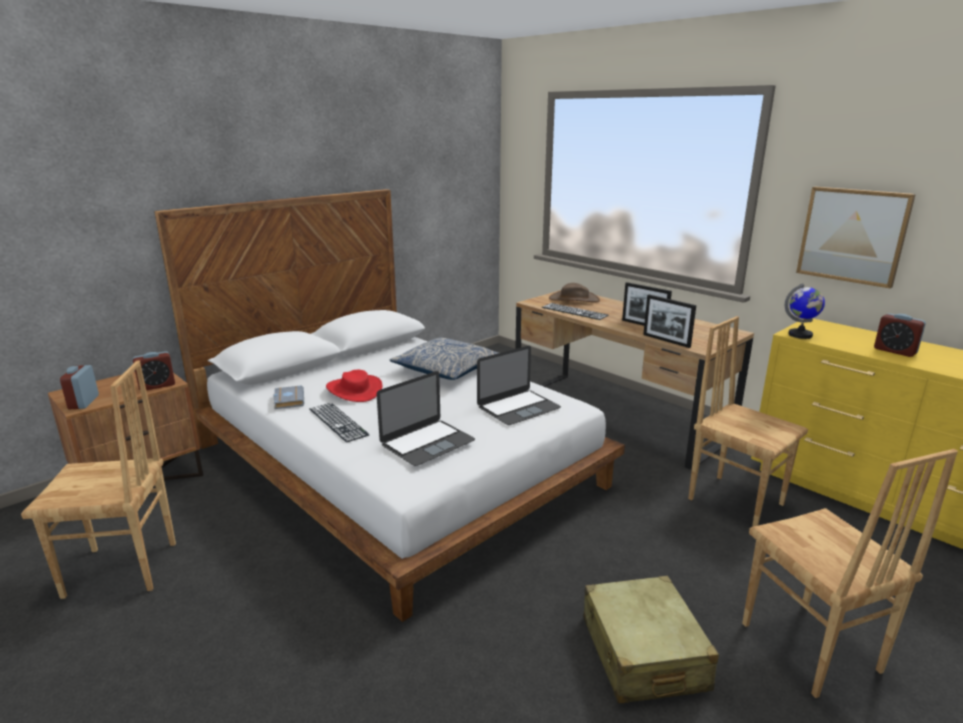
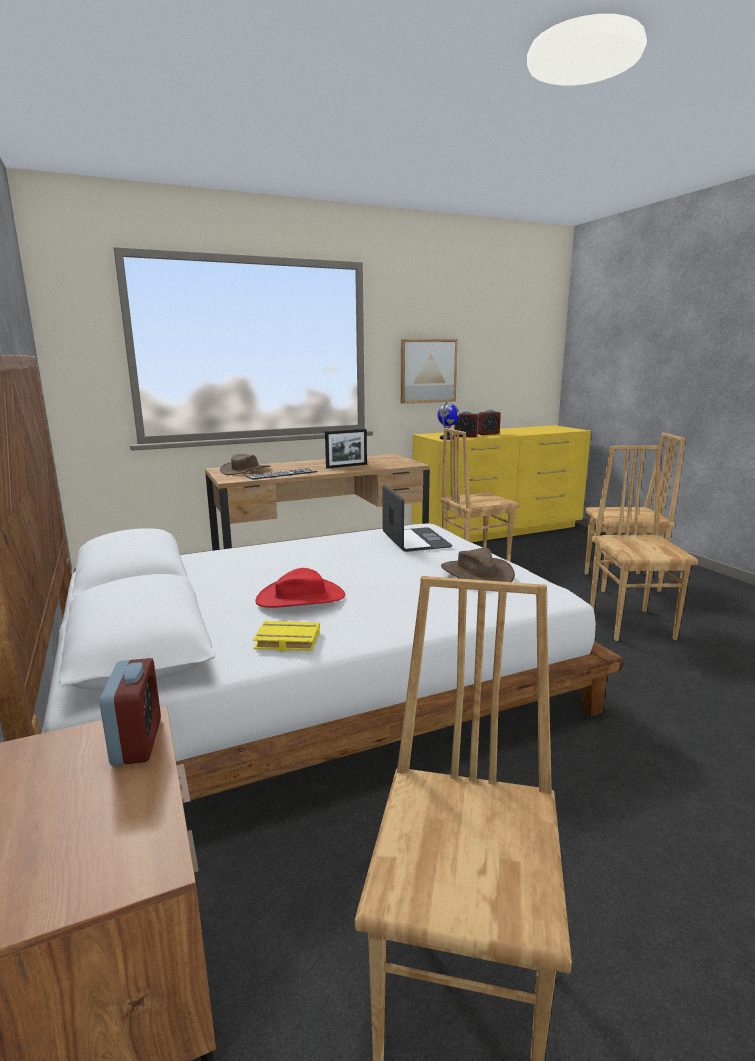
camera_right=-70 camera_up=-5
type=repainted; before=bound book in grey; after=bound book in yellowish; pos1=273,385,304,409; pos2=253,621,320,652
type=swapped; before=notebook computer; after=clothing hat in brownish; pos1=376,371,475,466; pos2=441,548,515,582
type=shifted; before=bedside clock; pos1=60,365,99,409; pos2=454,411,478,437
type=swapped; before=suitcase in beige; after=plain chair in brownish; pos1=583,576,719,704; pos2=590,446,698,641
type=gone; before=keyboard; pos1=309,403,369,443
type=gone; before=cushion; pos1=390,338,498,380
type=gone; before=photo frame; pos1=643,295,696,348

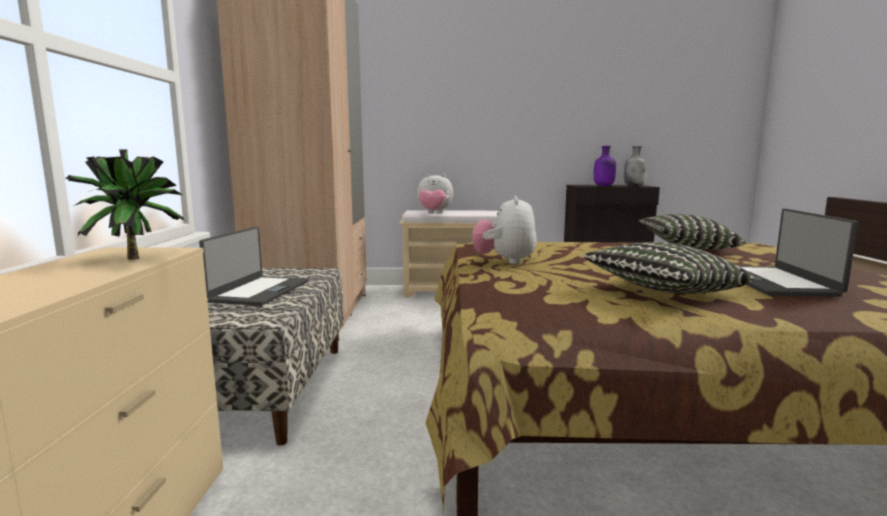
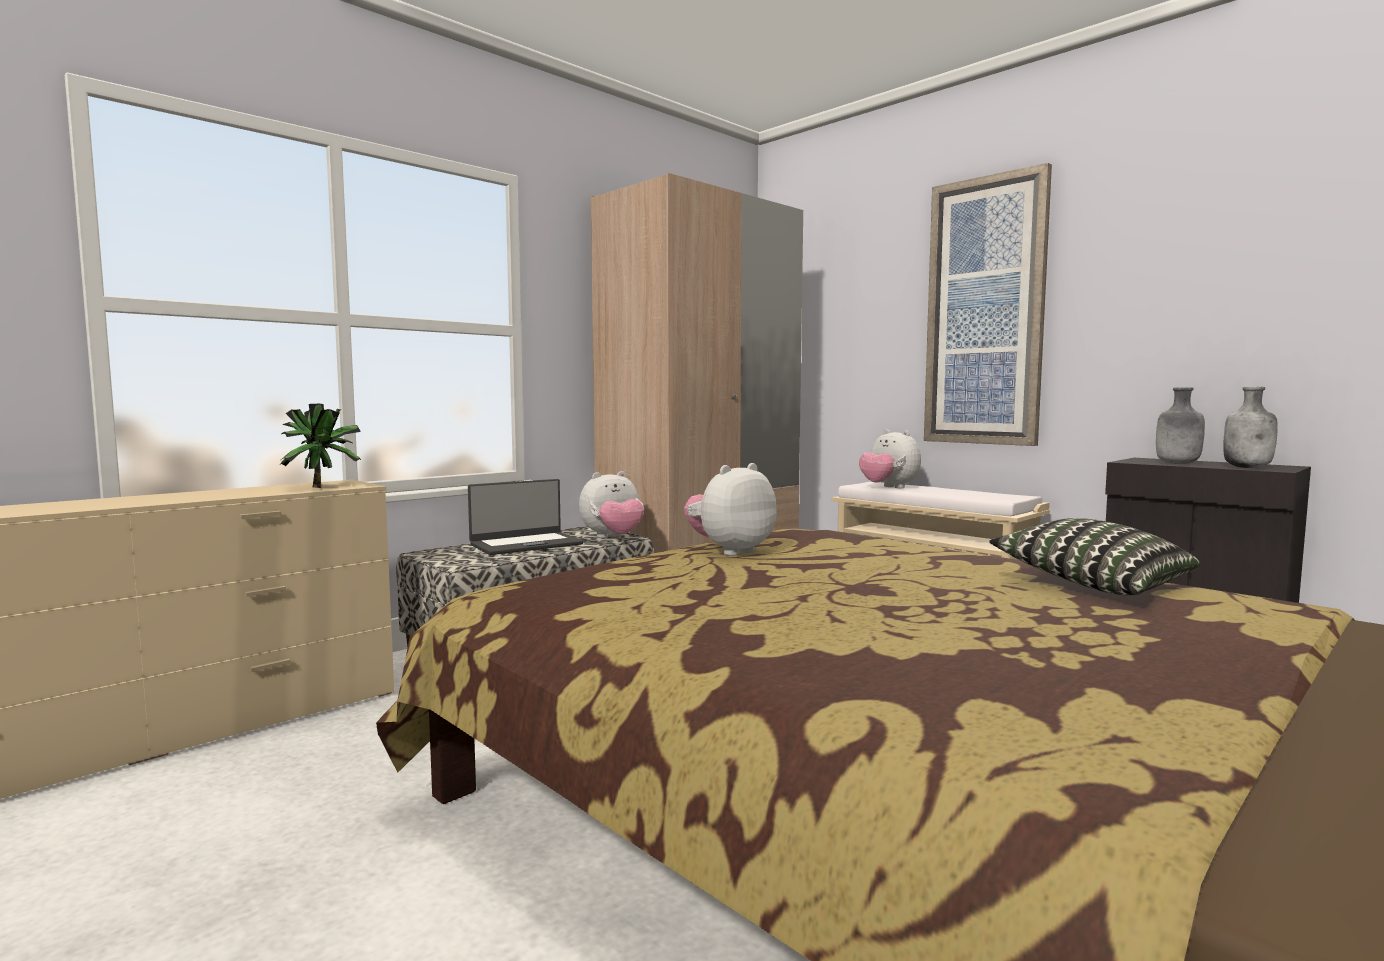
camera_right=45 camera_up=-5
type=new; after=cuddly toy; pos2=579,471,644,538
type=new; after=wall picture; pos2=924,163,1052,446
type=repainted; before=bottle in purplish; after=bottle in grey; pos1=594,146,616,186; pos2=1156,387,1205,464
type=gone; before=cushion; pos1=583,242,755,294
type=gone; before=notebook computer; pos1=739,208,858,297

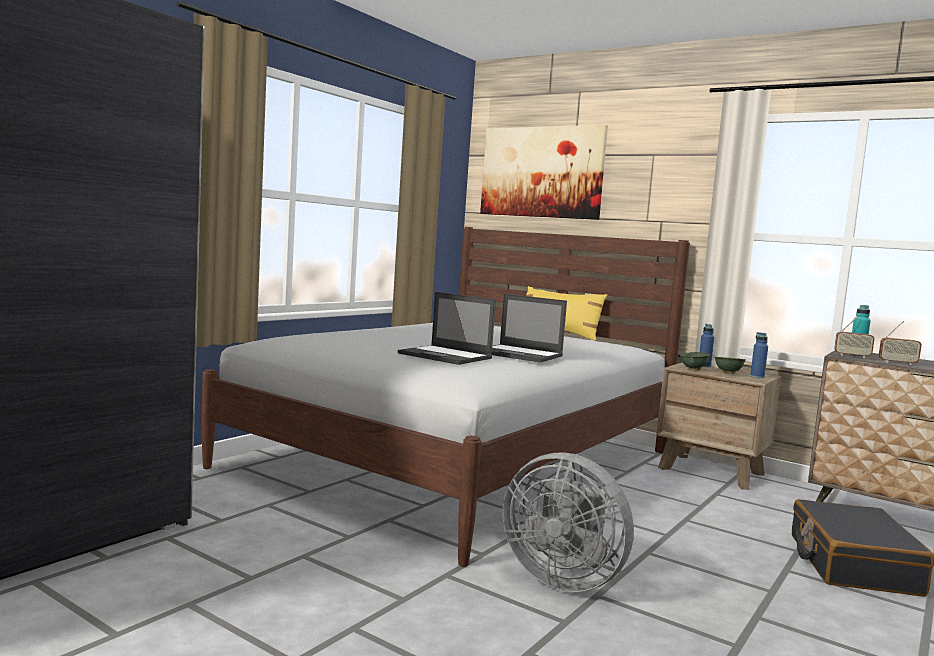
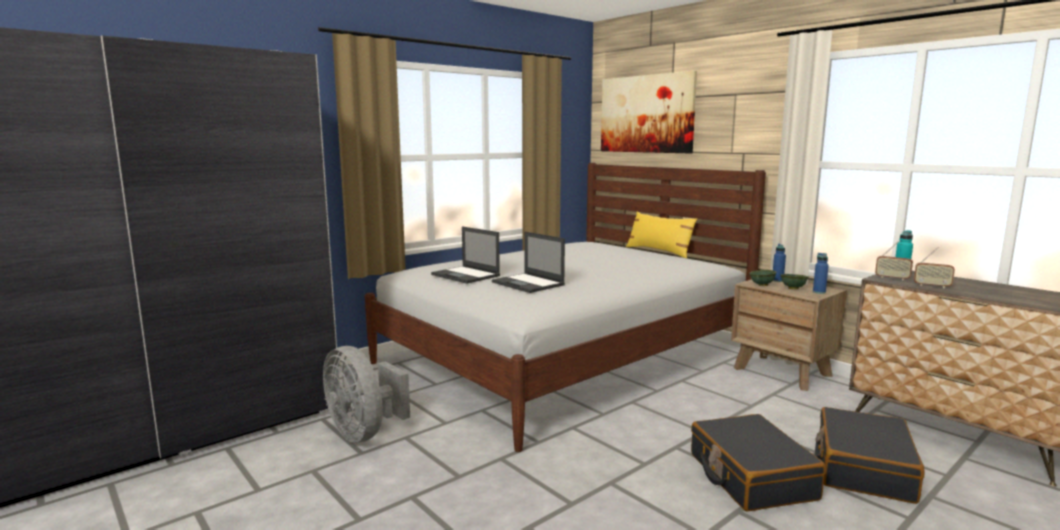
camera_right=15 camera_up=5
type=shifted; before=fan in grey; pos1=503,452,634,592; pos2=323,346,410,443
type=shifted; before=notebook computer; pos1=492,294,567,363; pos2=431,227,500,284
type=new; after=suitcase in blackish; pos2=691,414,826,511

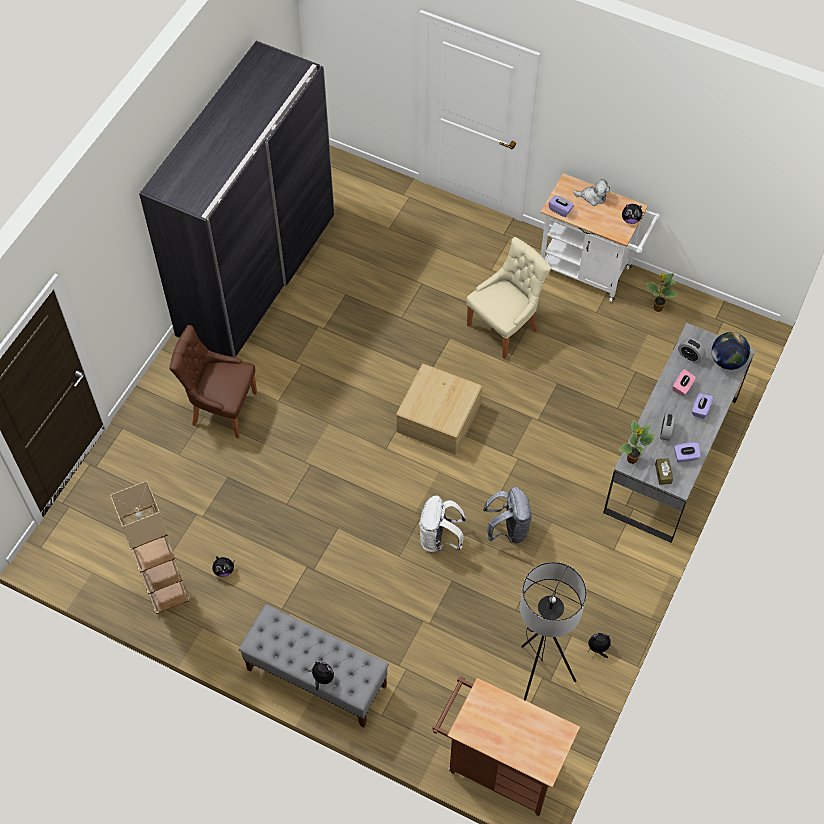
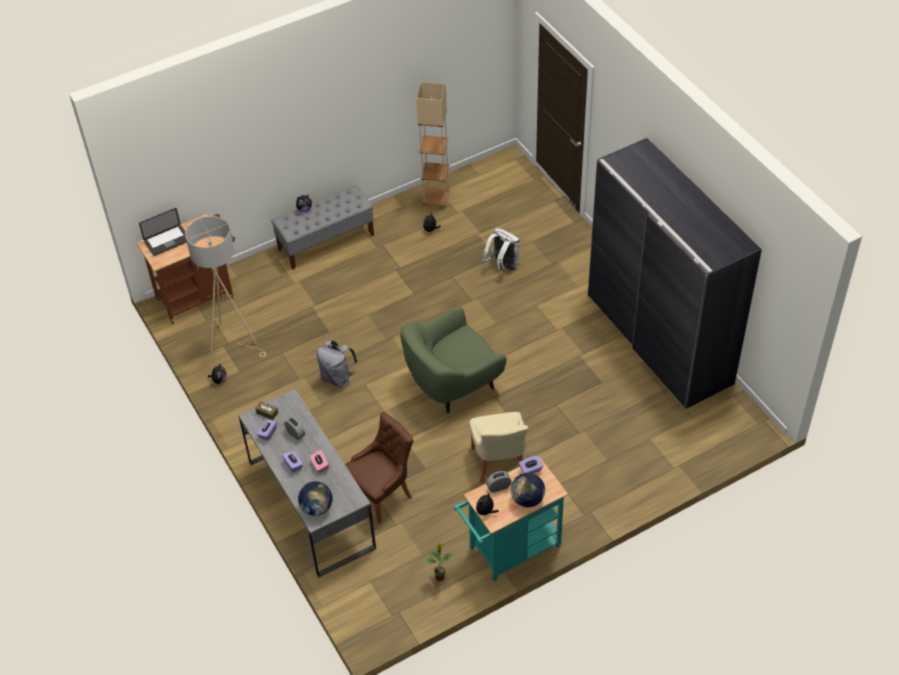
camera_right=125 camera_up=-10
type=new; after=notebook computer; pos2=139,208,187,256
type=repainted; before=standard lamp in blackish; after=standard lamp in beige; pos1=520,562,587,701; pos2=185,216,266,358
type=shifted; before=plain chair in brownish; pos1=169,325,257,439; pos2=345,412,413,523
type=swapped; before=storage bin in beige; after=easy chair in green; pos1=396,364,482,454; pos2=400,307,507,413
type=repainted; before=cart in whitish; after=cart in turquoise; pos1=541,173,660,302; pos2=454,457,568,582
type=shifted; before=rucksack in whitish; pos1=419,495,466,553; pos2=482,228,520,274
type=shifted; before=bedside clock; pos1=678,338,706,364; pos2=486,471,512,493
type=swapped; before=cuddly toy; after=globe; pos1=573,179,610,206; pos2=511,473,545,507
type=gone; before=potted plant; pos1=618,420,656,464

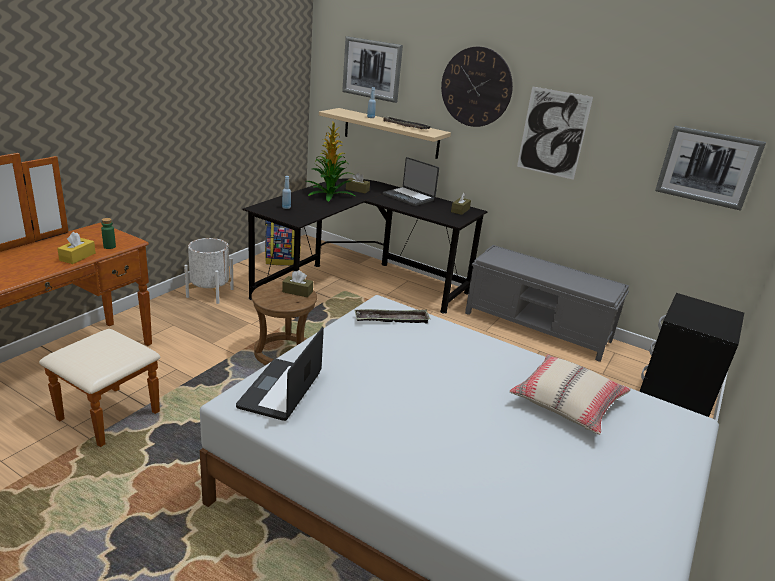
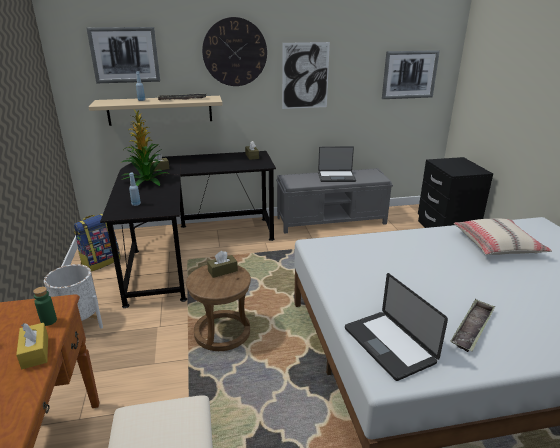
camera_right=-40 camera_up=0
type=shifted; before=notebook computer; pos1=383,157,439,206; pos2=318,146,356,182
type=shifted; before=carrying tray; pos1=354,309,430,324; pos2=451,299,495,352

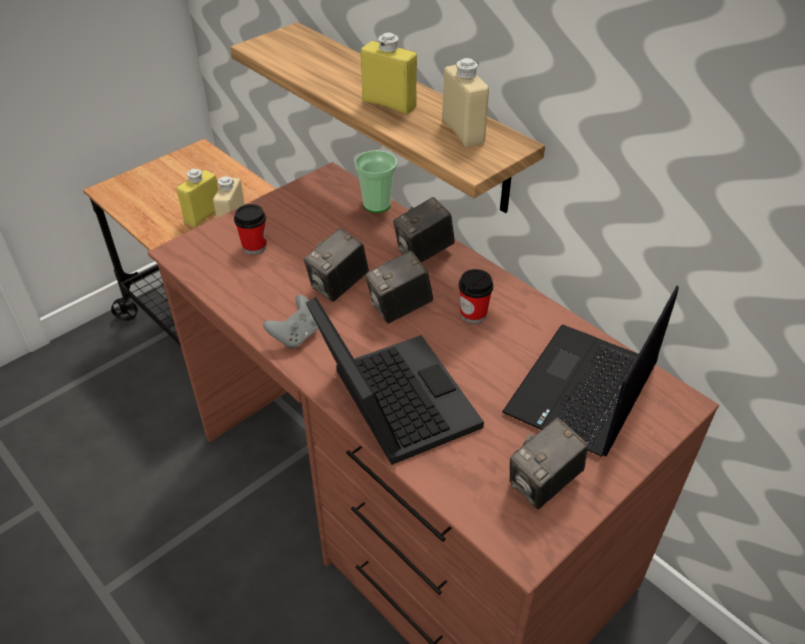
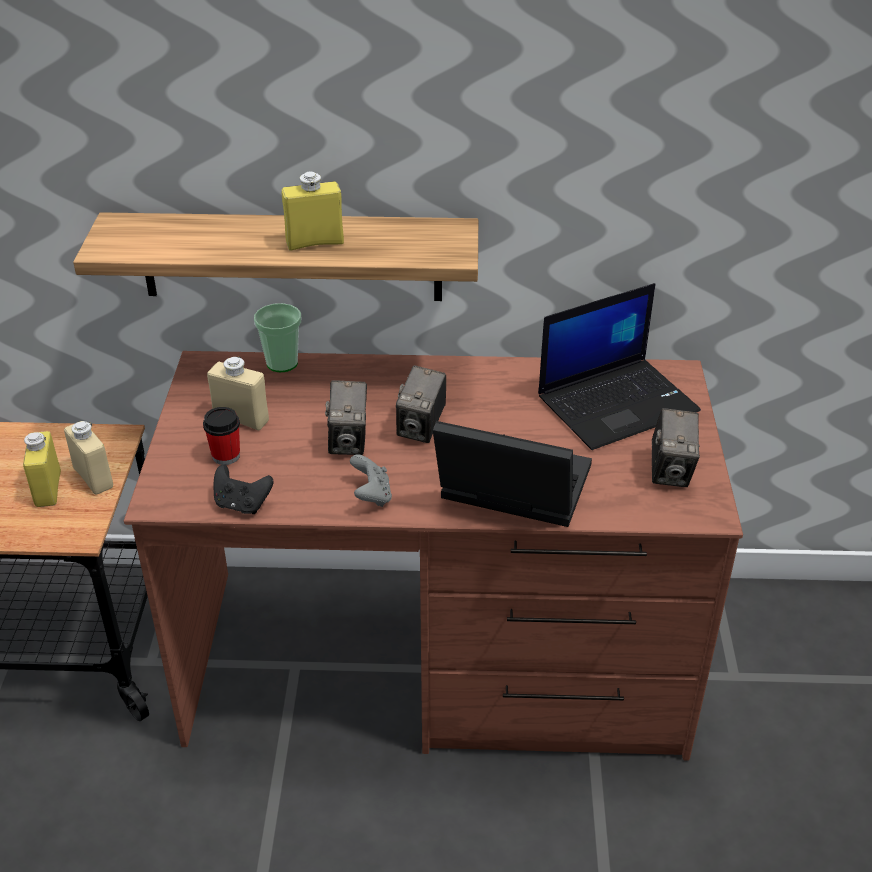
camera_right=-45 camera_up=-5
type=shifted; before=bottle in beige; pos1=442,58,489,147; pos2=207,357,269,430
type=new; after=joypad in blackish; pos2=213,464,273,514
type=rotated; before=notebook computer; pos1=502,286,679,457; pos2=538,283,701,450; turn=-105
type=gone; before=photo camera; pos1=393,197,455,262
type=gone; before=small cup; pos1=459,269,493,324

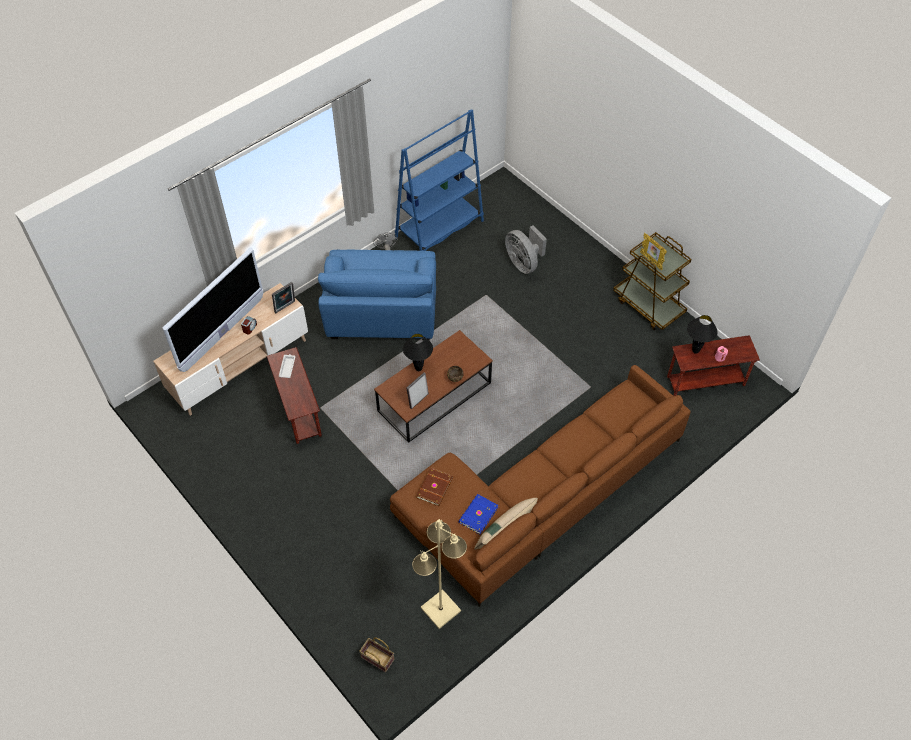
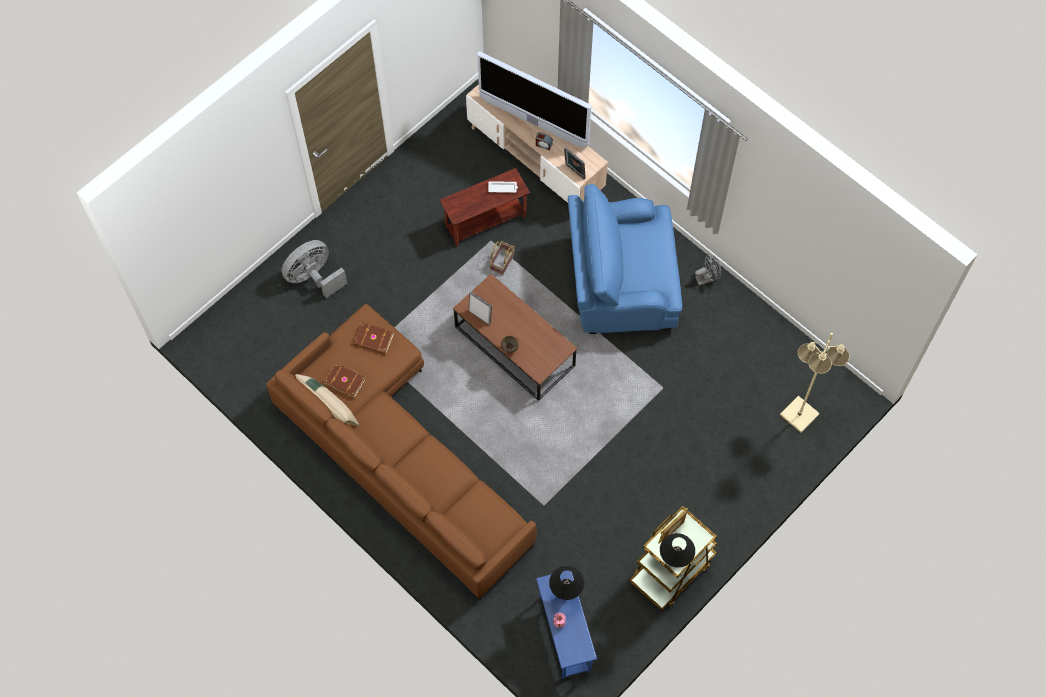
camera_right=85 camera_up=10
type=shifted; before=fan in grey; pos1=505,225,547,274; pos2=281,240,347,298
type=repainted; before=bound book in blue; after=bound book in brownish; pos1=458,494,498,534; pos2=323,362,367,398
type=shifted; before=household basket; pos1=359,637,394,673; pos2=489,241,515,275
type=repainted; before=side table in brownish; after=side table in blue; pos1=667,335,760,396; pos2=536,570,597,679
type=shifted; before=lamp for a table in blackish; pos1=403,334,433,371; pos2=660,533,695,567
type=shifted; before=standard lamp in beige; pos1=412,519,467,629; pos2=780,333,850,433
type=gone; before=shelving unit in blue; pos1=395,109,484,251

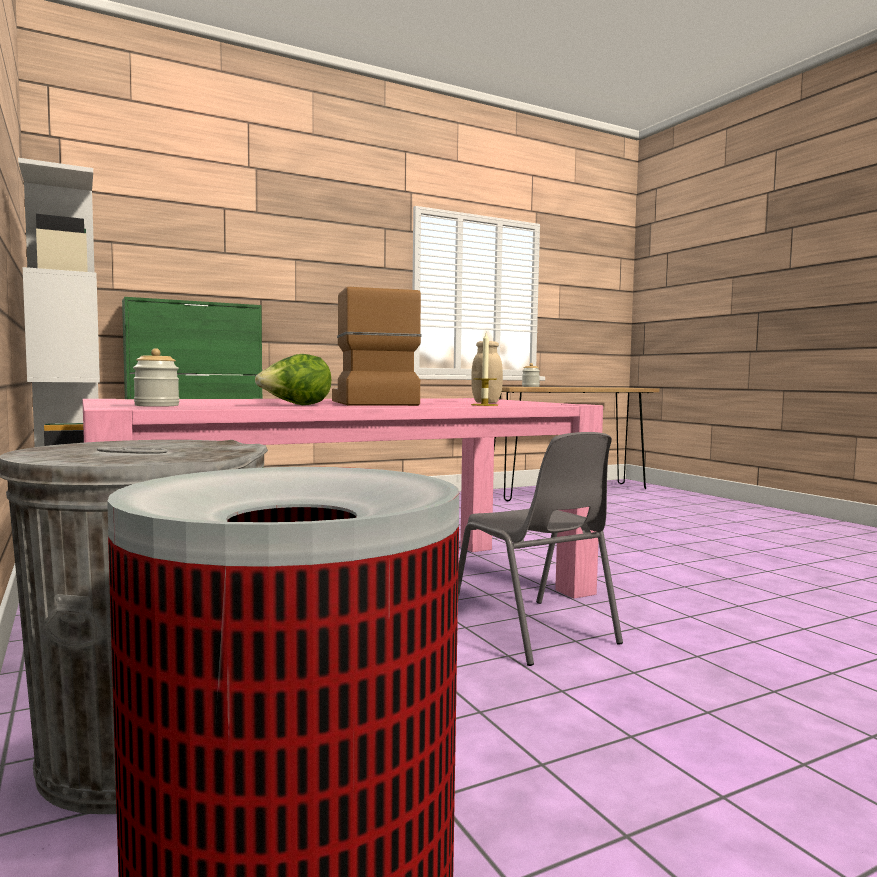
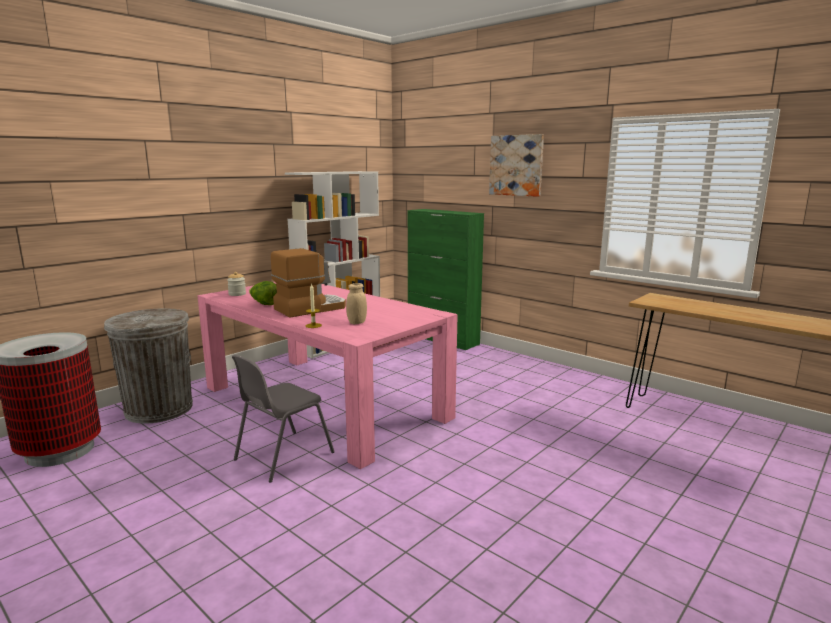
camera_right=70 camera_up=10
type=new; after=wall picture; pos2=489,134,544,197
type=gone; before=storage jar; pos1=522,363,540,387

